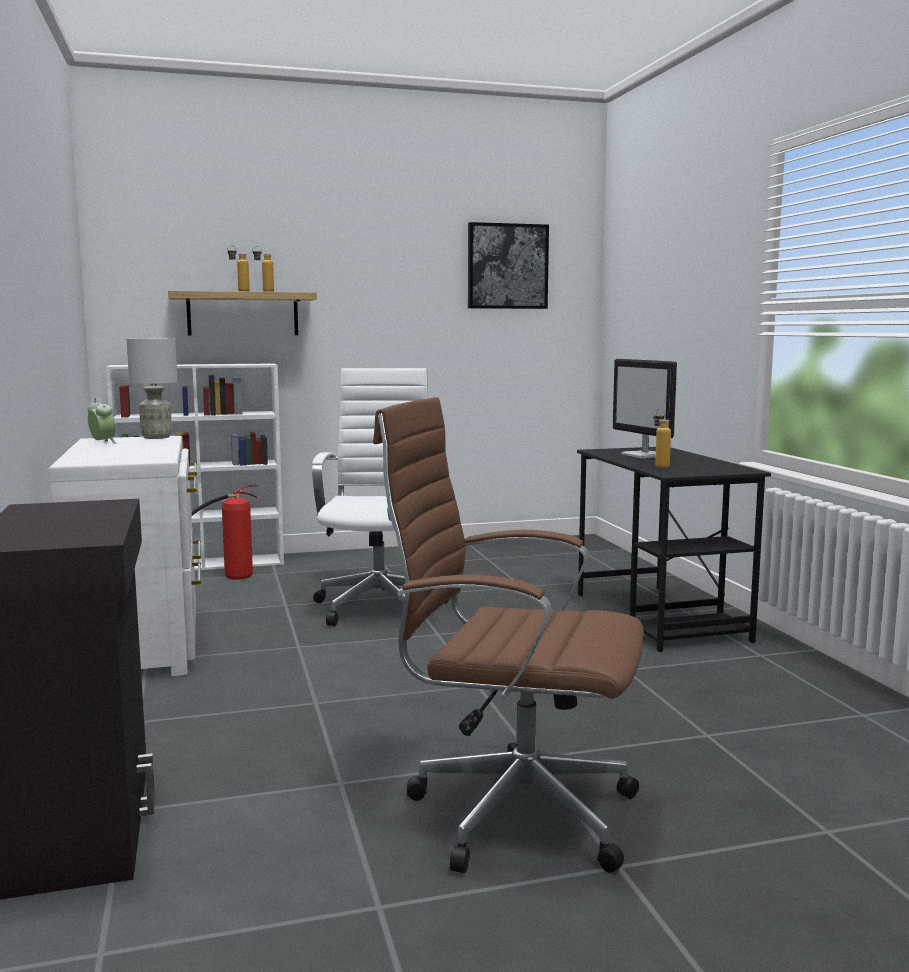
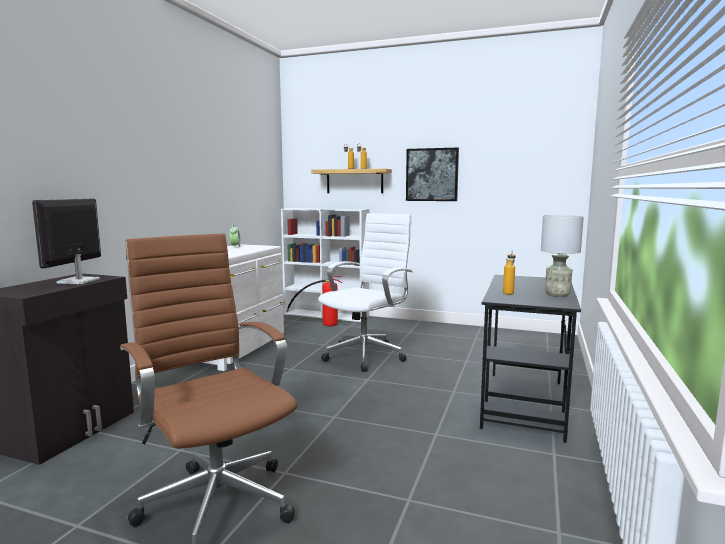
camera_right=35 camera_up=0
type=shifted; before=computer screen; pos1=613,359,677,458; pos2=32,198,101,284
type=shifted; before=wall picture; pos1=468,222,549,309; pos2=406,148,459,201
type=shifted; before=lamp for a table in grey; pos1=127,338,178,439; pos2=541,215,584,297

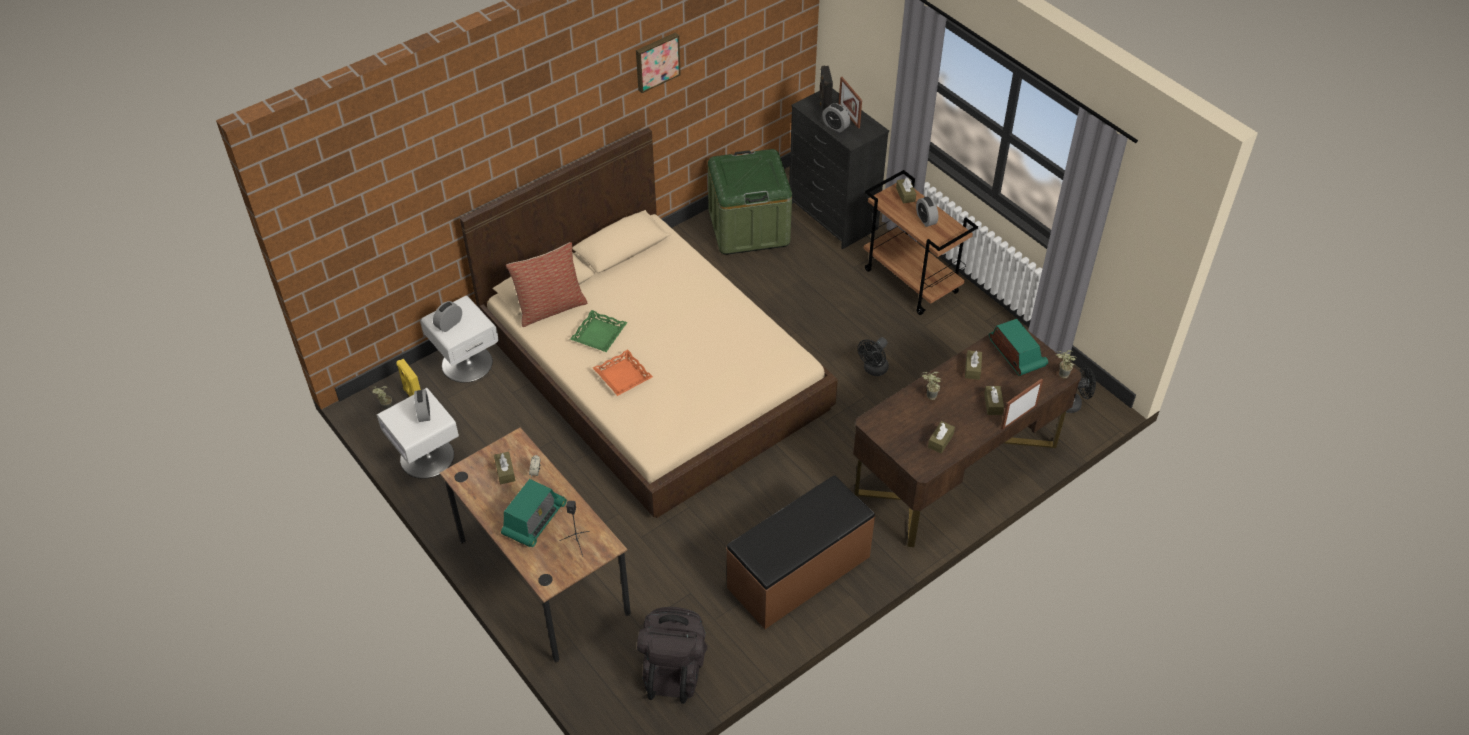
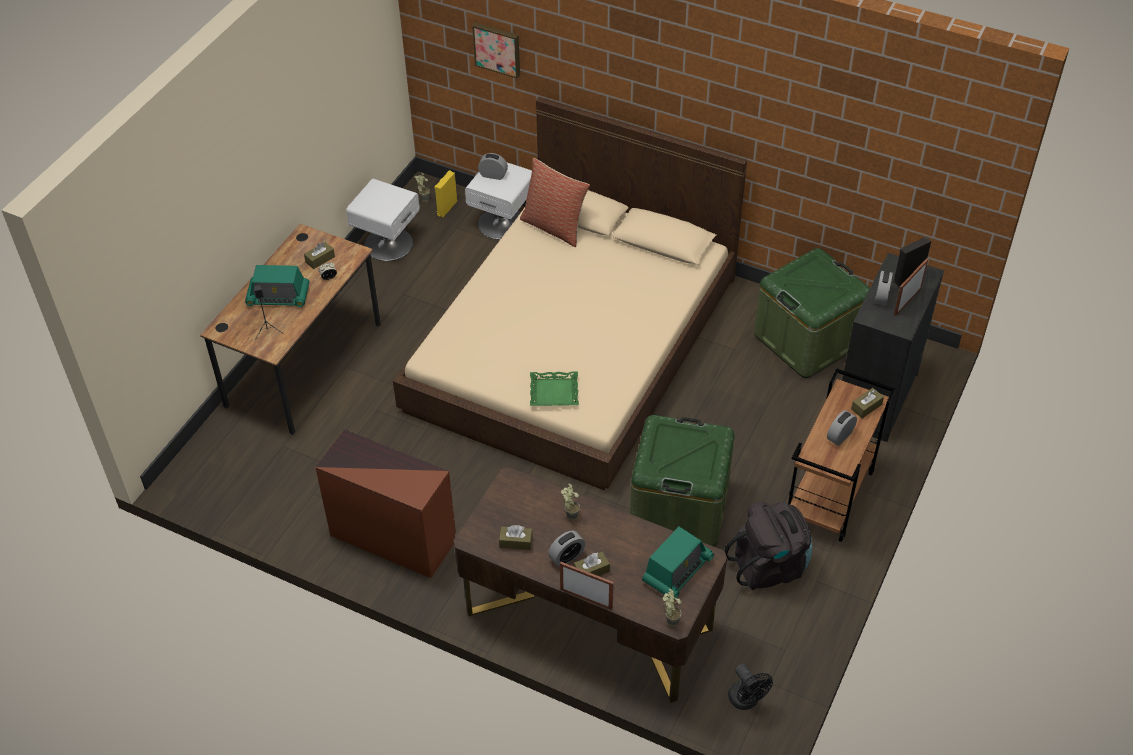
camera_right=65 camera_up=0
type=swapped; before=indoor bench in brownish; after=dresser in brownish; pos1=726,475,875,629; pos2=315,430,456,578
type=shifted; before=wall picture; pos1=636,32,681,93; pos2=472,22,520,79
type=shifted; before=carrying tray in green; pos1=570,310,628,352; pos2=530,371,579,406
type=shifted; before=bedside clock; pos1=414,389,430,422; pos2=548,531,585,567
type=swapped; before=fan in blackish; after=storage bin in green; pos1=857,337,889,376; pos2=630,415,735,546
type=shifted; before=rucksack in blackish; pos1=637,607,707,704; pos2=724,502,812,590
type=gone; before=carrying tray in orangey; pos1=593,350,653,396
type=gone; before=tissue holder in brownish; pos1=965,350,982,380

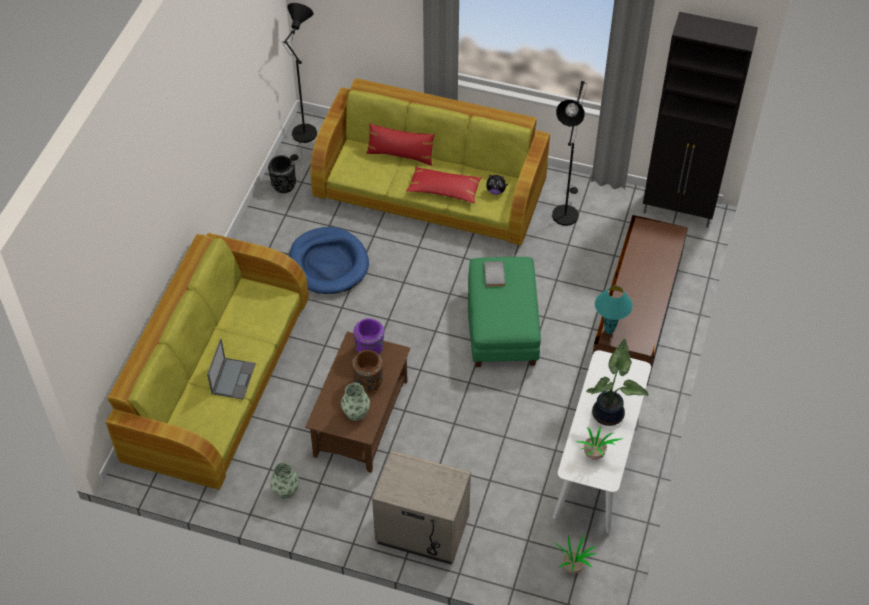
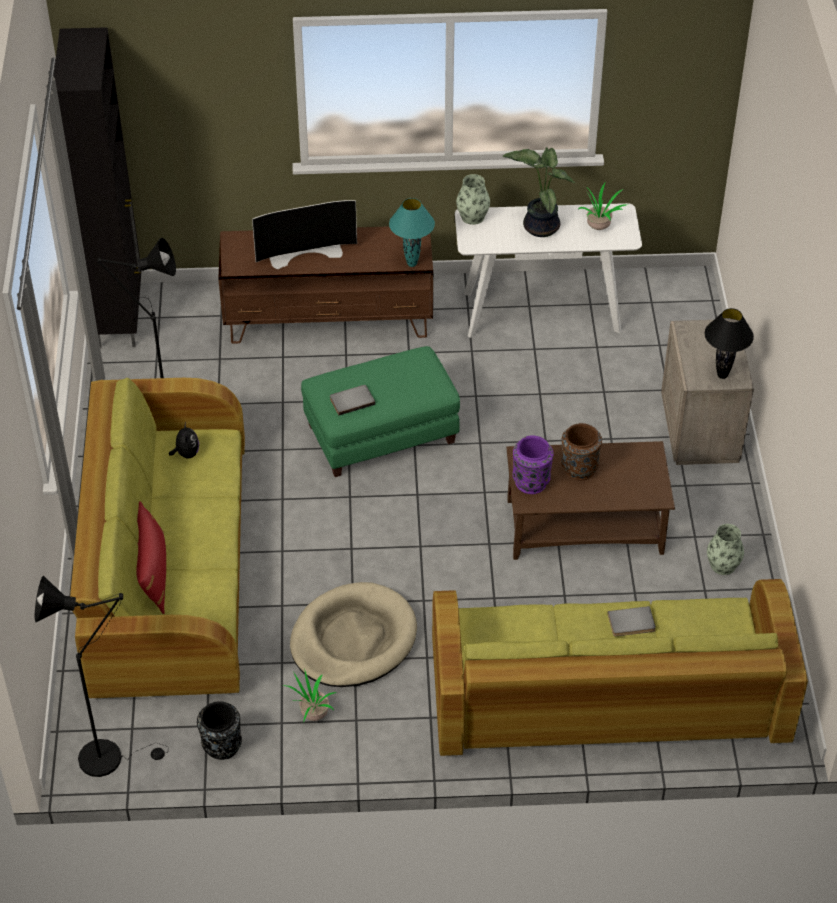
camera_right=-110 camera_up=-5
type=new; after=TV; pos2=252,200,357,269
type=shifted; before=potted plant; pos1=554,534,598,574; pos2=284,668,337,721
type=repainted; before=pet bed in blue; after=pet bed in beige; pos1=289,227,369,294; pos2=290,582,417,687
type=shifted; before=decorative vase; pos1=341,383,370,421; pos2=456,174,490,225
type=swapped; before=notebook computer; after=bound book in grey; pos1=207,338,256,400; pos2=607,606,656,636
type=new; after=lamp for a table in blackish; pos2=705,308,754,379
type=gone; before=cushion in reddish; pos1=406,166,482,203

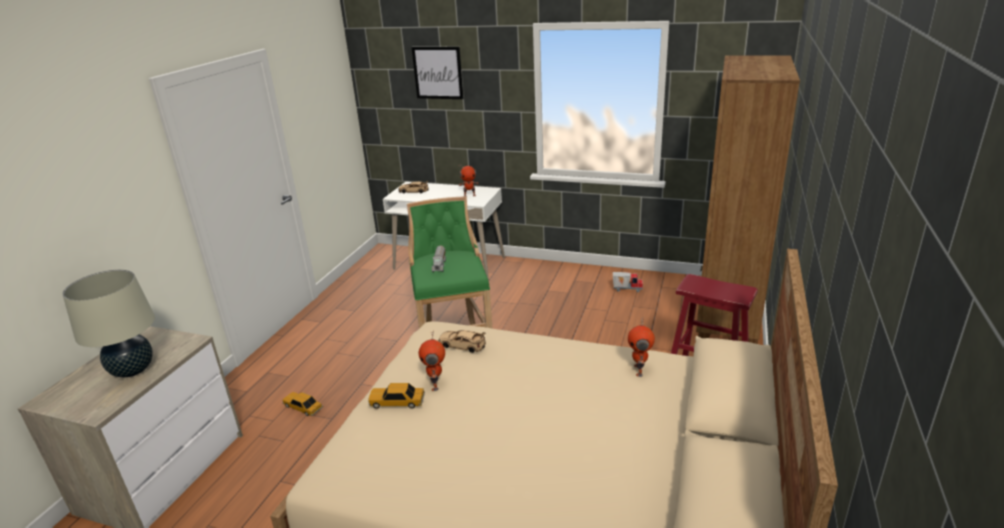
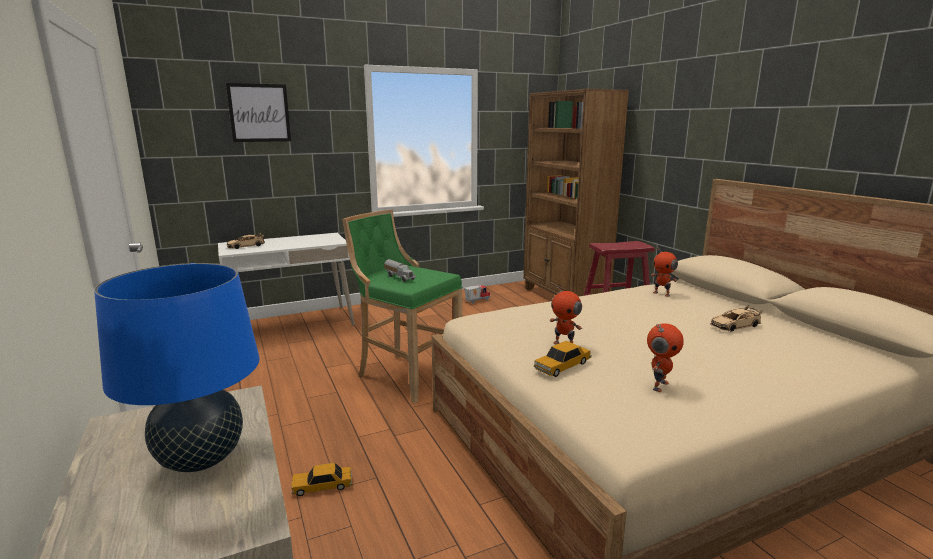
camera_right=-45 camera_up=-10
type=repainted; before=lamp for a table in beige; after=lamp for a table in blue; pos1=62,270,155,377; pos2=94,263,260,472
type=shifted; before=robot figure; pos1=459,165,478,197; pos2=647,323,684,392
type=shifted; before=miniature car in beige; pos1=439,330,486,353; pos2=710,305,763,331

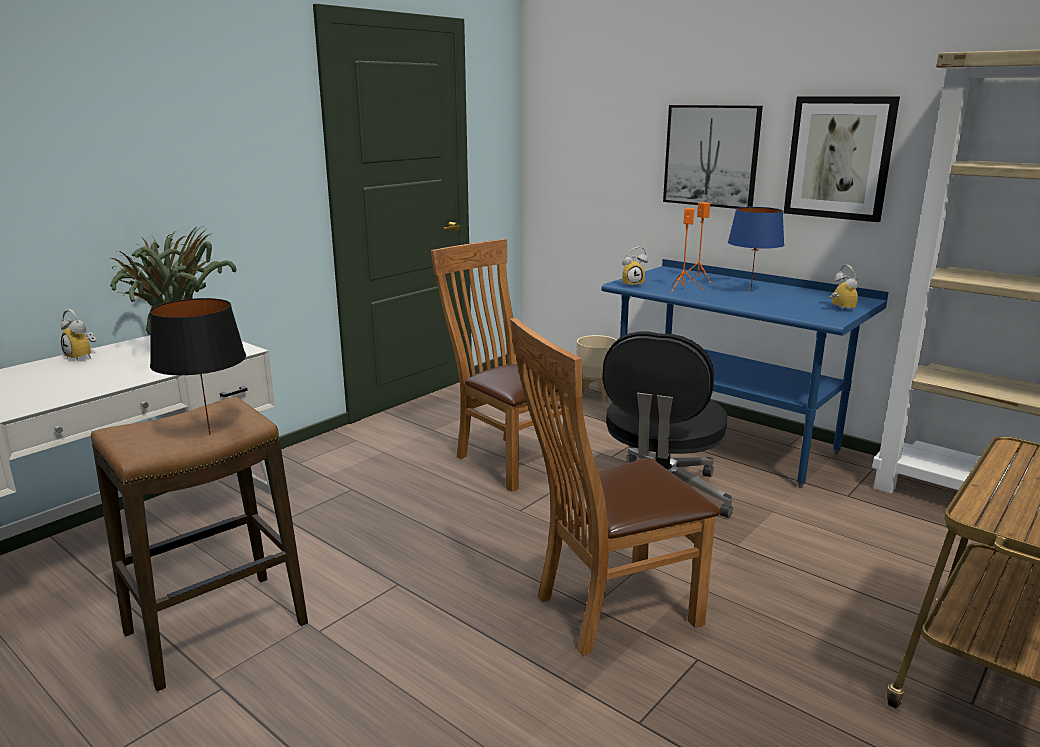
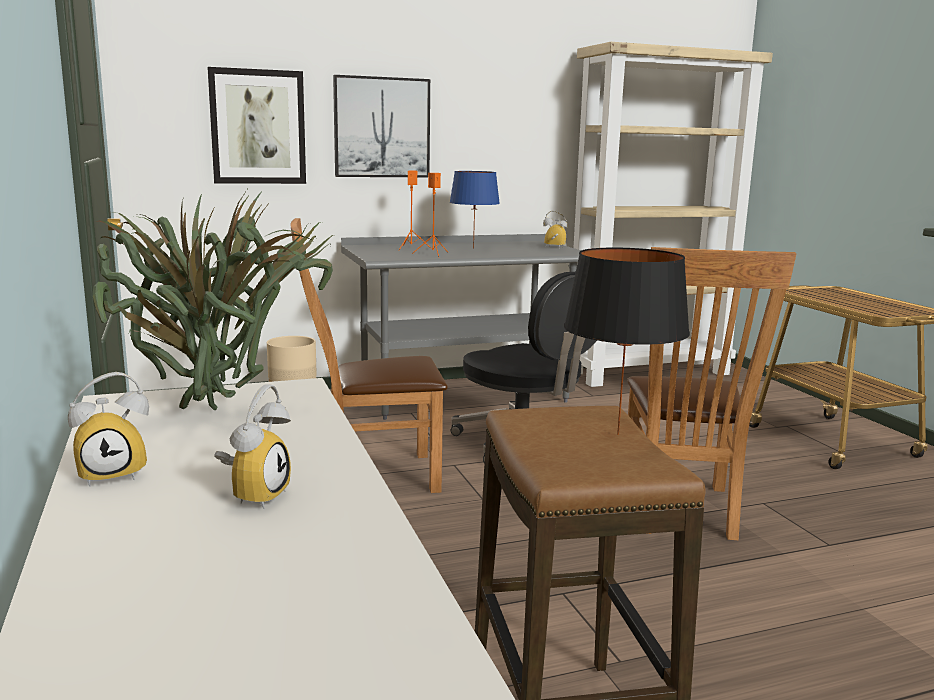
camera_right=-60 camera_up=-5
type=shifted; before=wall picture; pos1=784,97,900,222; pos2=207,67,306,184
type=shifted; before=bedside clock; pos1=622,247,648,287; pos2=214,385,291,509
type=repainted; before=desk table in blue; after=desk table in grey; pos1=601,259,889,488; pos2=341,234,582,420

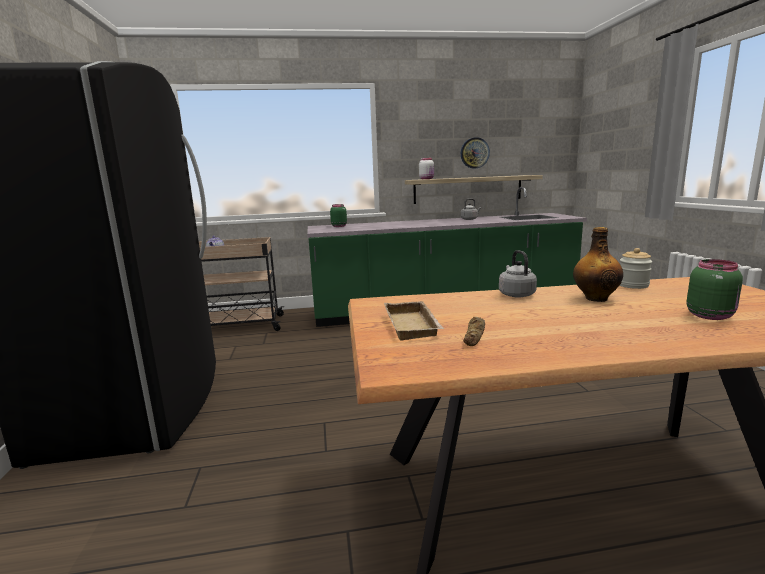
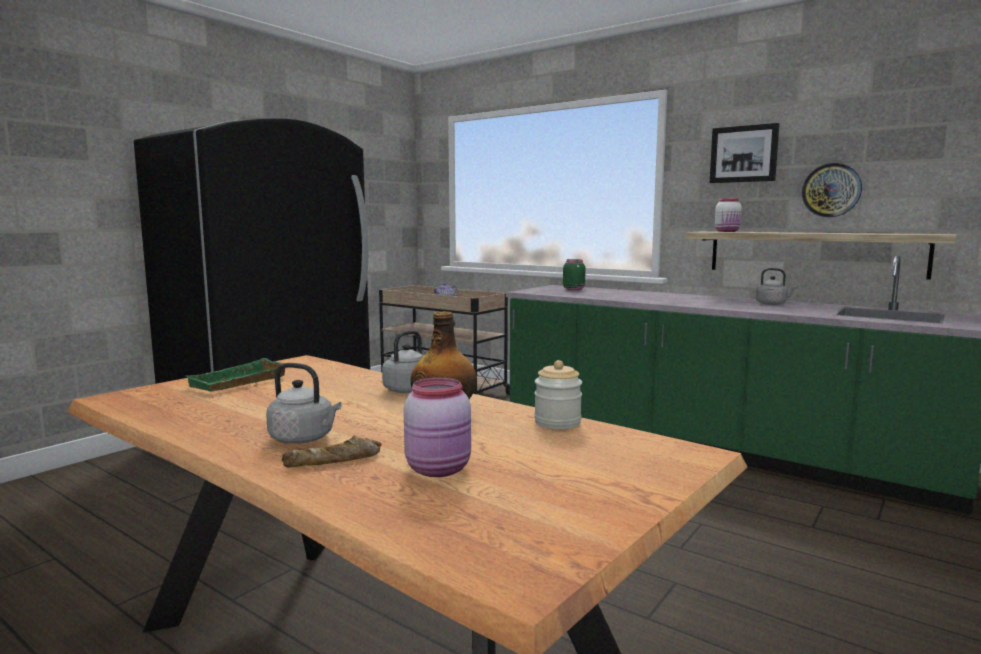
camera_right=45 camera_up=-5
type=repainted; before=carrying tray in beige; after=carrying tray in green; pos1=384,301,444,341; pos2=186,358,285,392
type=new; after=kettle in grey; pos2=266,363,342,444
type=shifted; before=bread; pos1=463,317,485,346; pos2=282,435,382,468
type=repainted; before=storage jar in green; after=storage jar in pinkish; pos1=686,259,743,320; pos2=404,377,471,477
type=new; after=wall picture; pos2=709,123,779,183

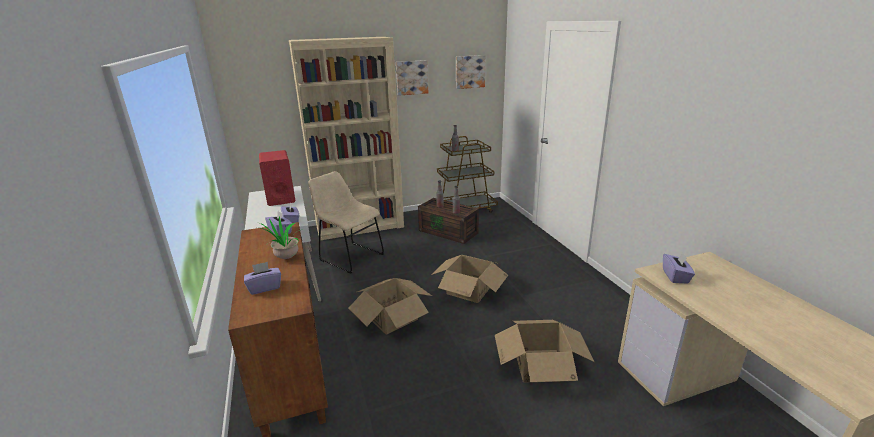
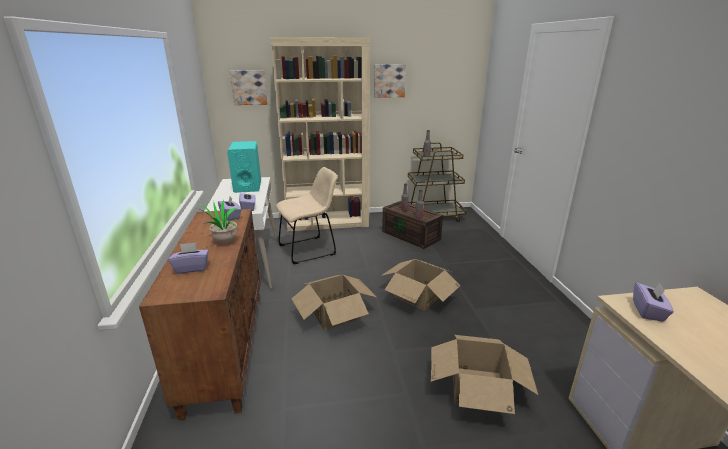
camera_right=10 camera_up=0
type=repainted; before=audio speaker in reddish; after=audio speaker in turquoise; pos1=259,150,295,206; pos2=227,141,261,193
type=shifted; before=wall picture; pos1=456,55,486,89; pos2=230,70,268,105
type=rotated; before=plain chair in beige; pos1=308,171,384,274; pos2=276,167,338,264; turn=105

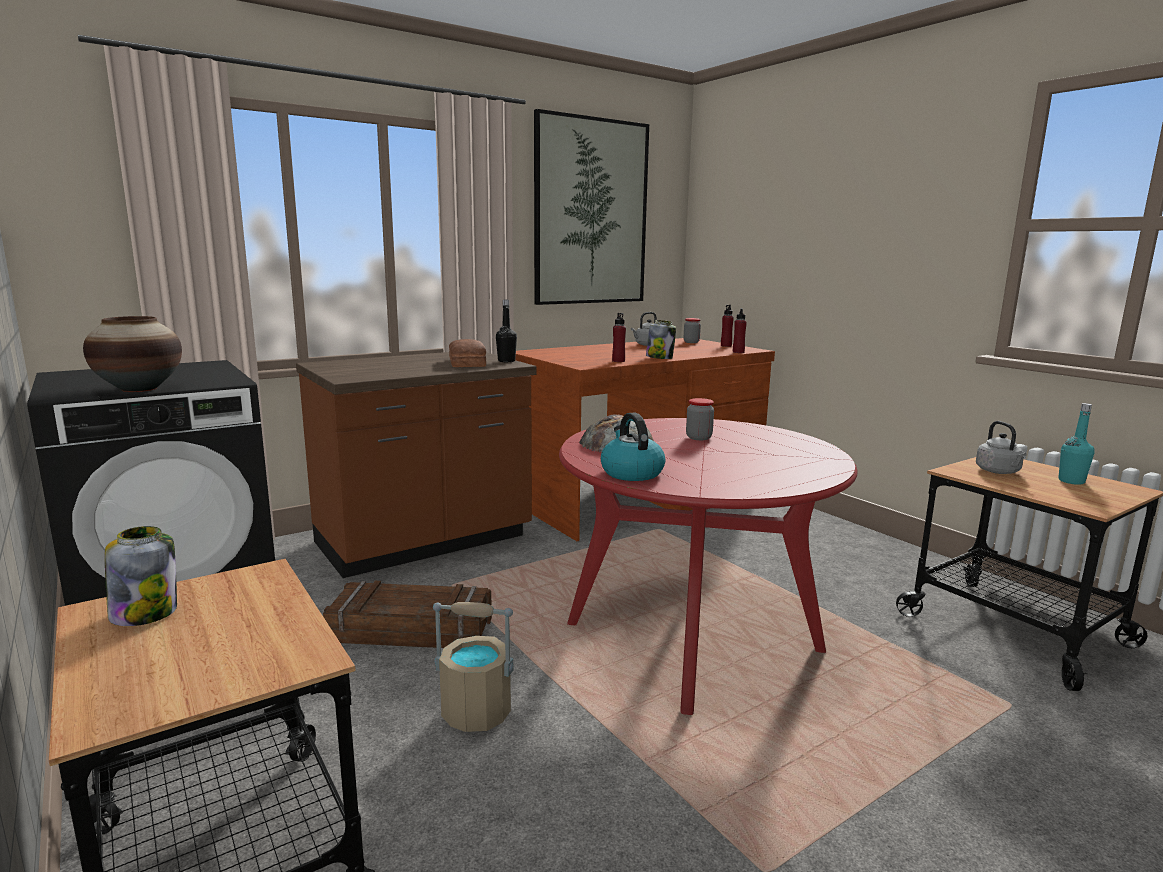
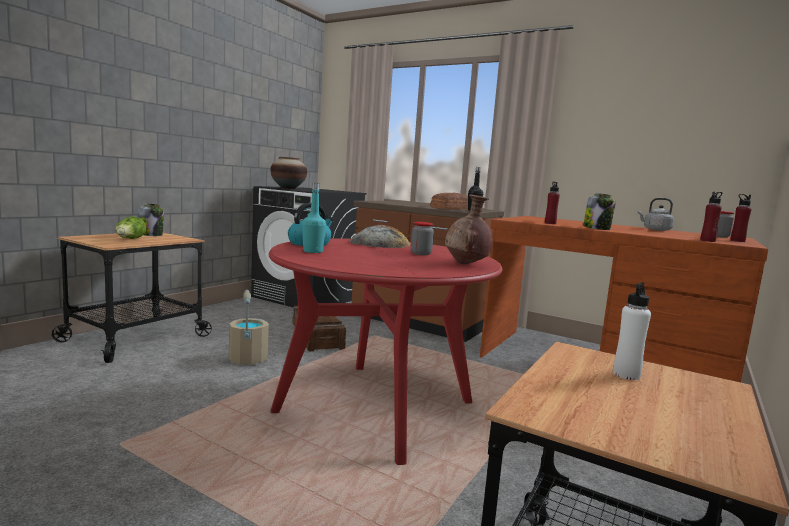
camera_right=65 camera_up=-5
type=new; after=head of lettuce; pos2=115,216,146,239
type=shifted; before=bottle in turquoise; pos1=1058,403,1095,485; pos2=302,183,326,253
type=new; after=decorative vase in brownish; pos2=445,194,493,264
type=swapped; before=kettle in grey; after=bottle in whitish; pos1=976,421,1027,474; pos2=613,282,651,380
type=gone; before=wall picture; pos1=534,109,649,305

